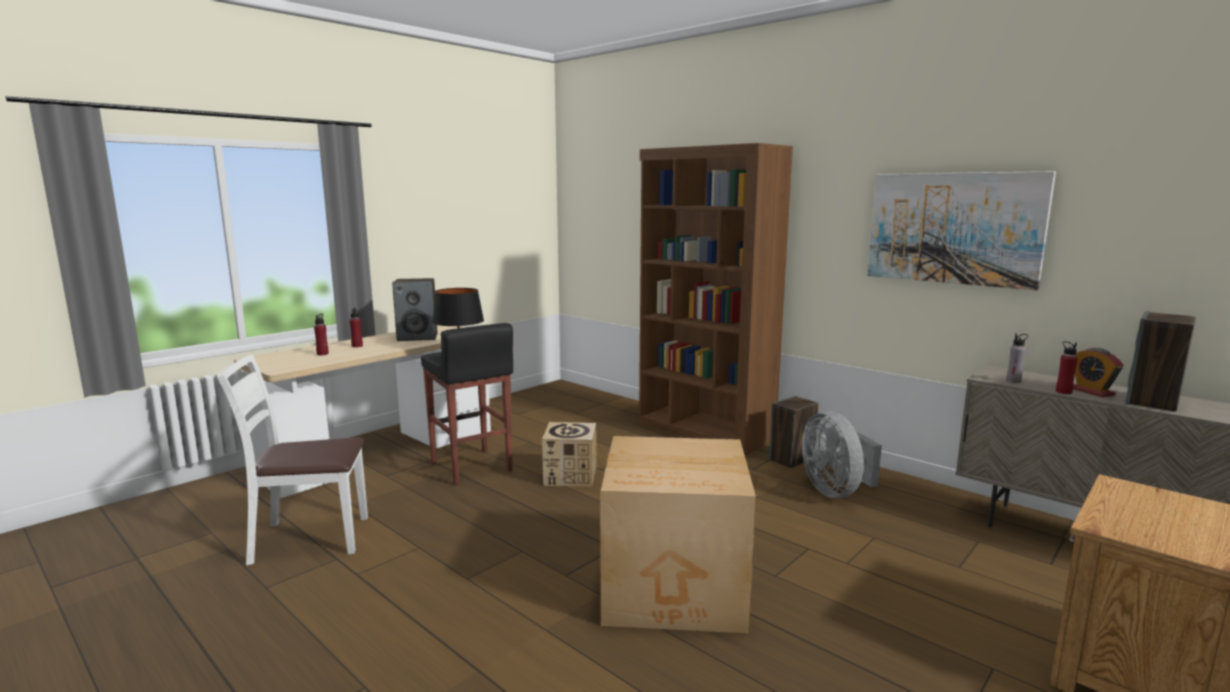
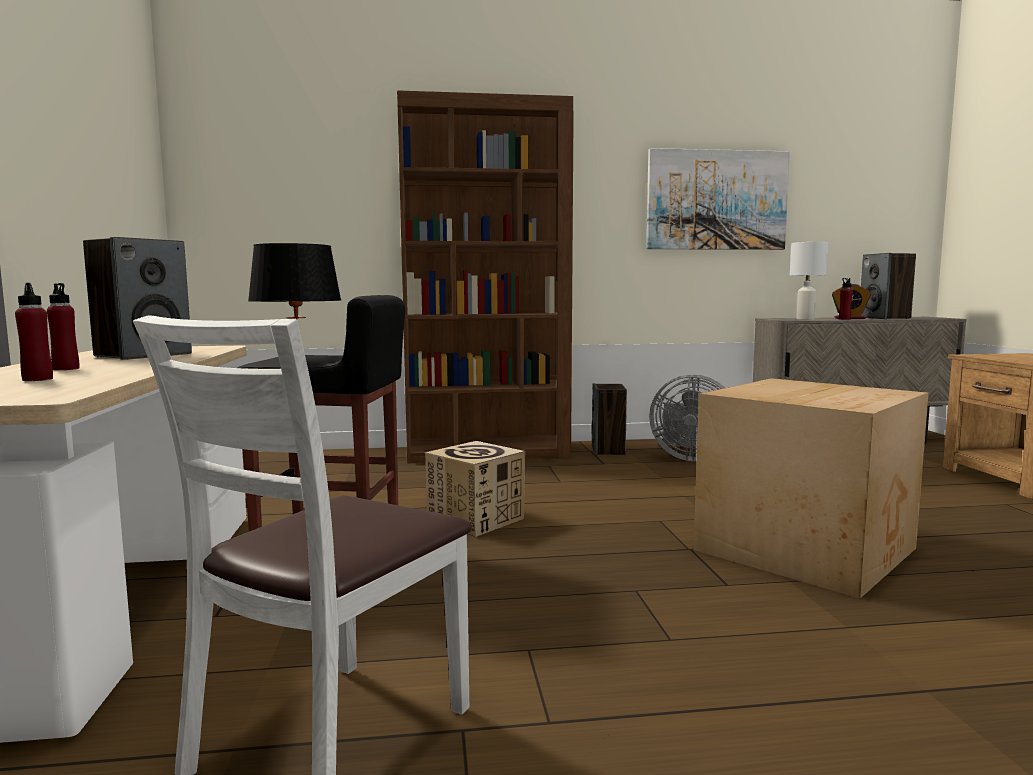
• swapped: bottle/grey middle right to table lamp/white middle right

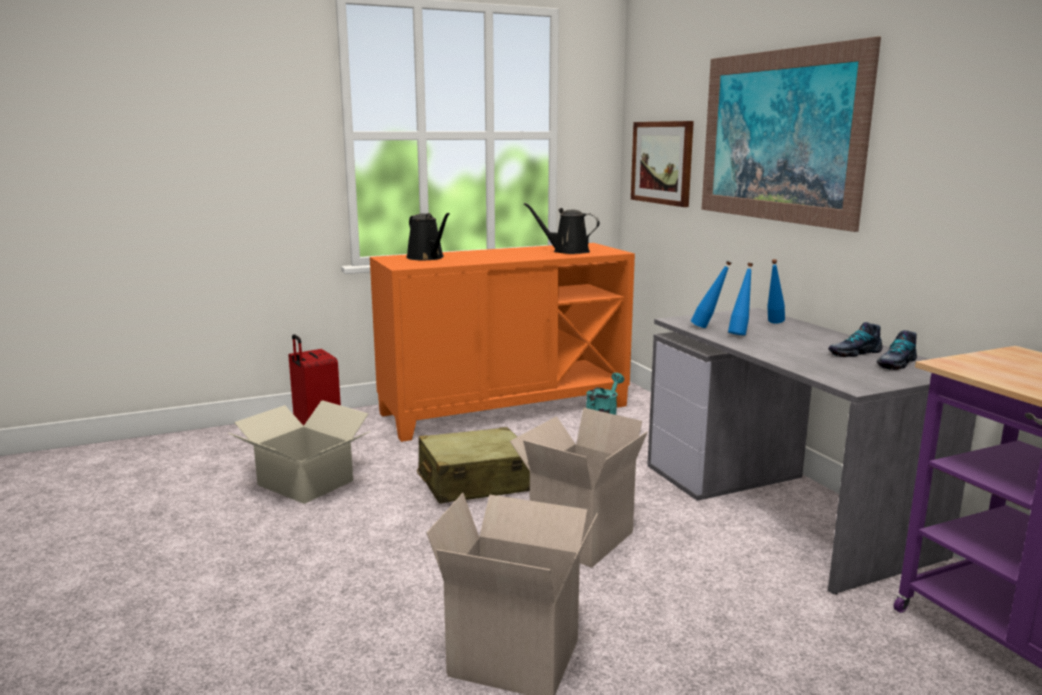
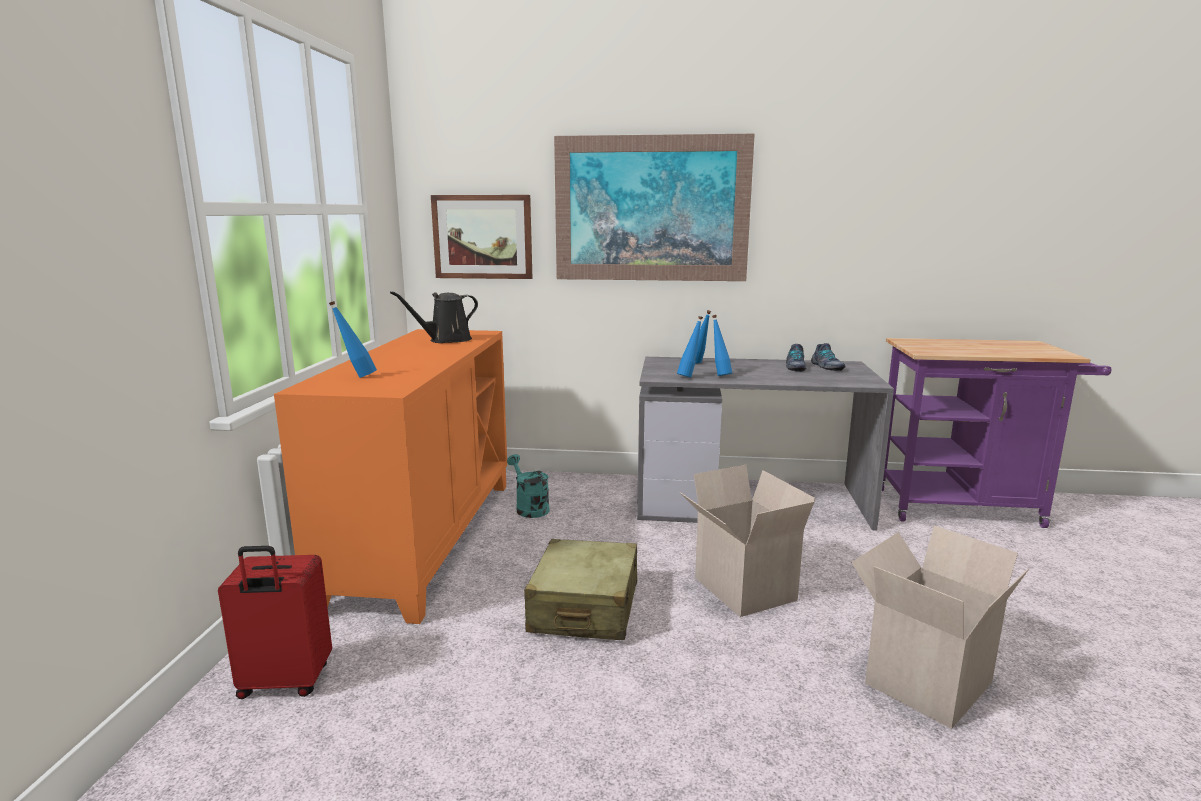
• swapped: watering can/black (no. 1 from left) centre to bottle/blue (no. 1 from left) middle left
• gone: cardboard box (no. 1 from left) middle left

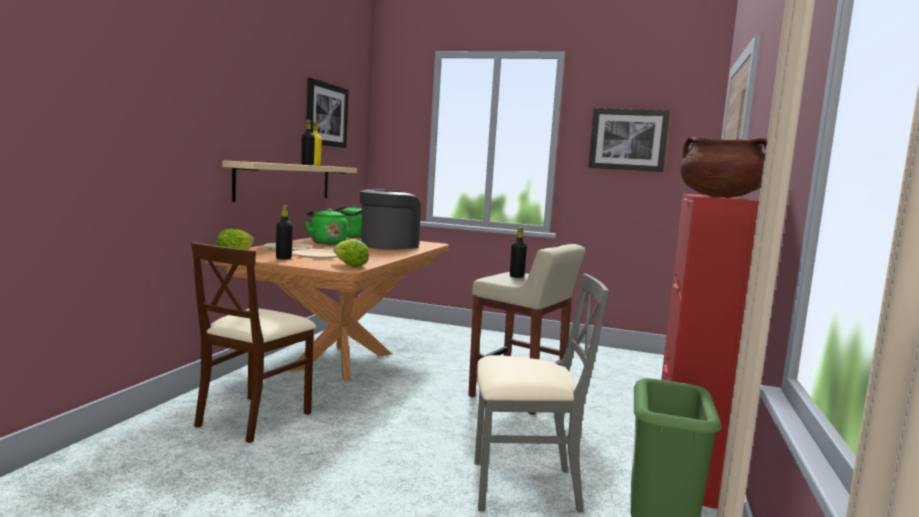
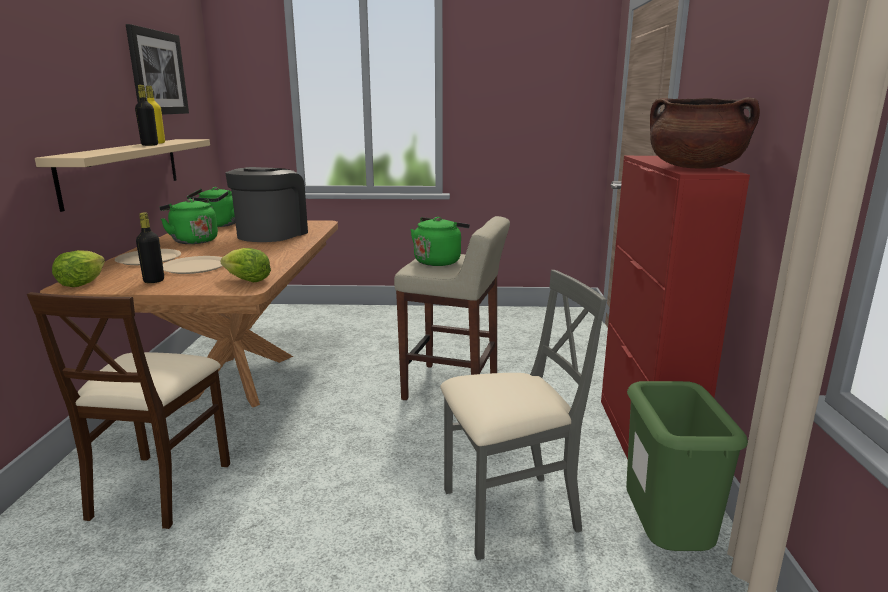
• swapped: bottle/black (no. 3 from left) centre to kettle/green (no. 3 from left) centre
• gone: picture (no. 2 from left) top right

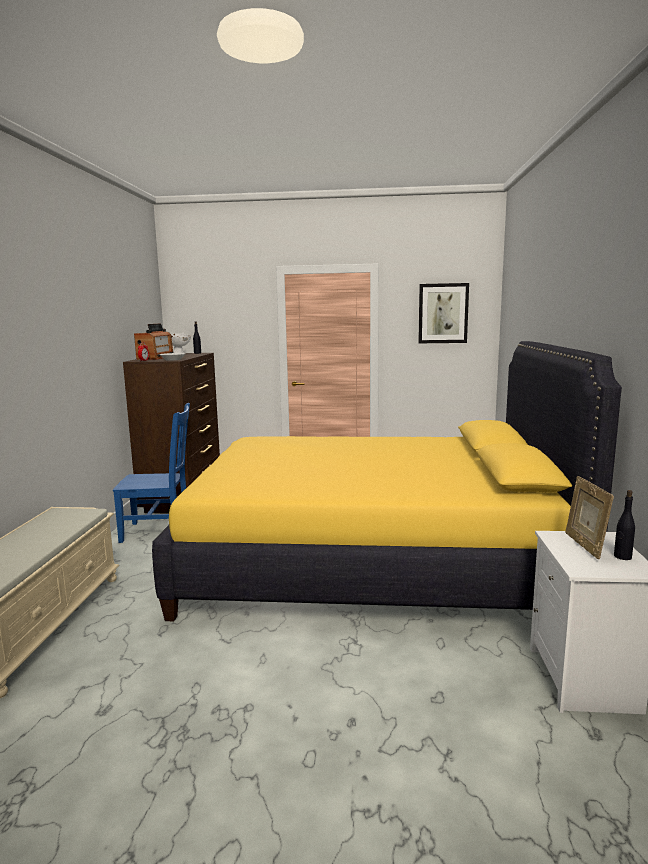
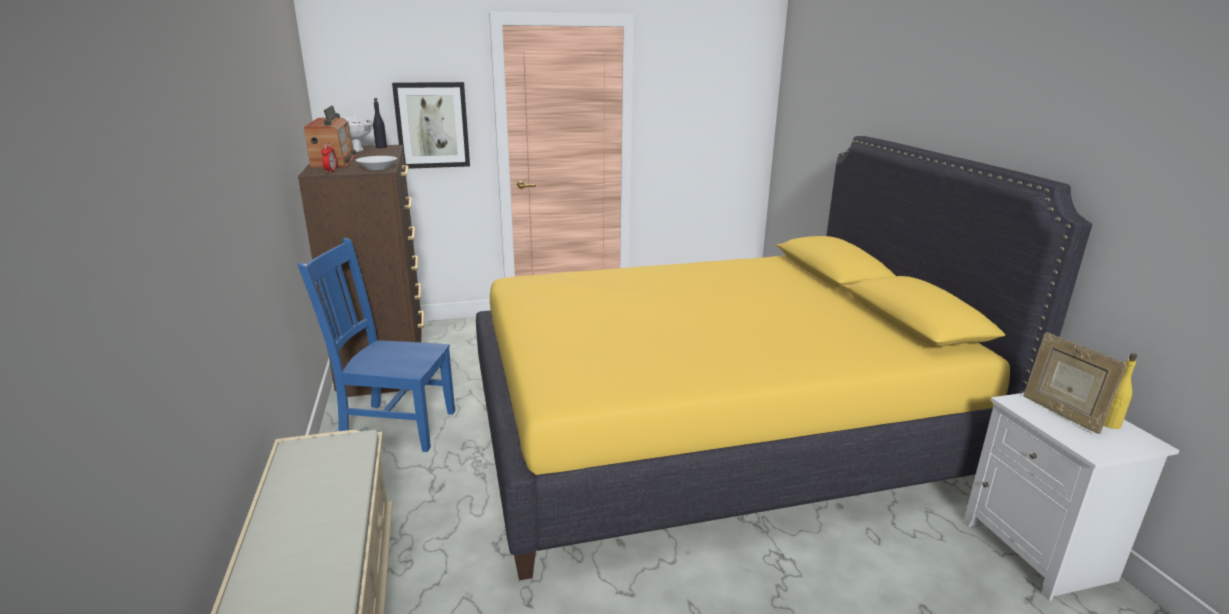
• rotated: chair/blue middle left = middle left 150 degrees counterclockwise
• shifted: picture middle right to top centre
• repainted: bottle/black (no. 2 from left) middle right to bottle/yellow middle right

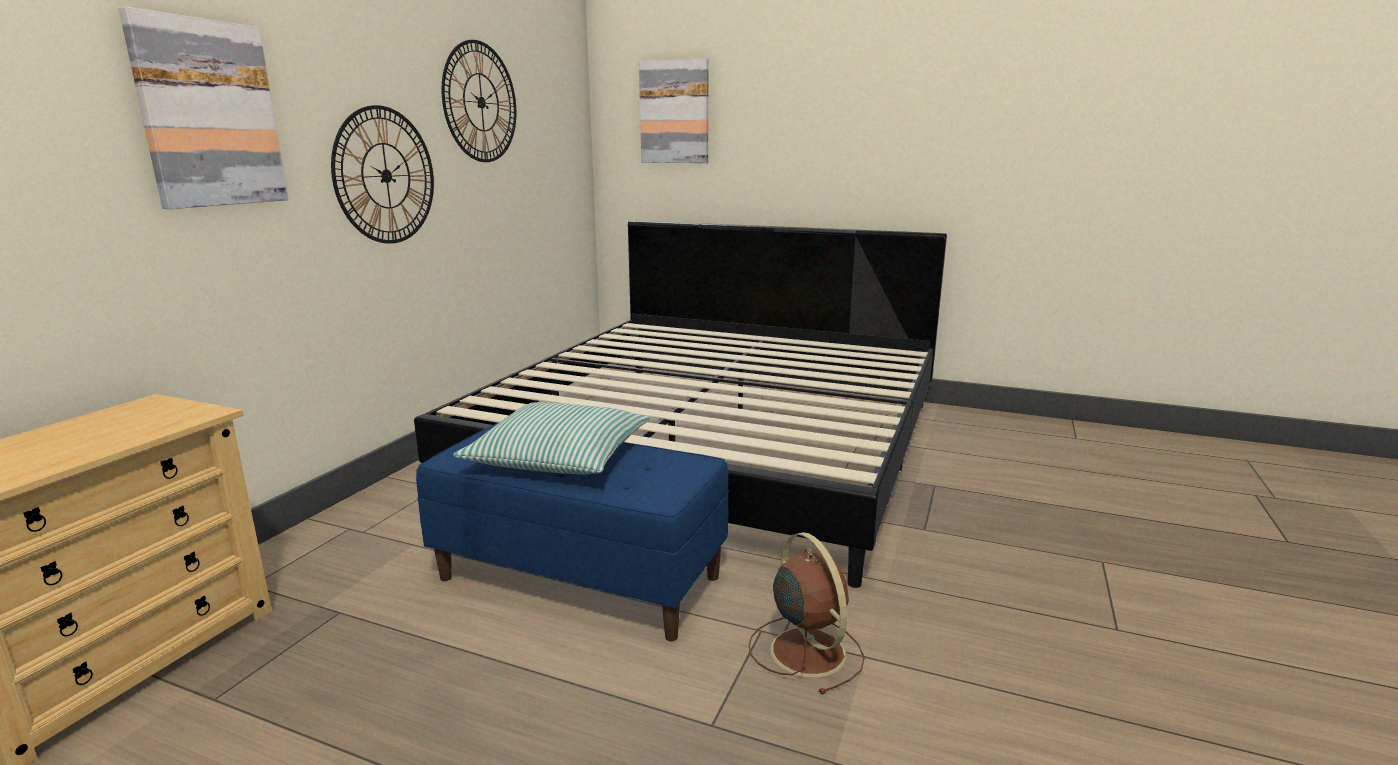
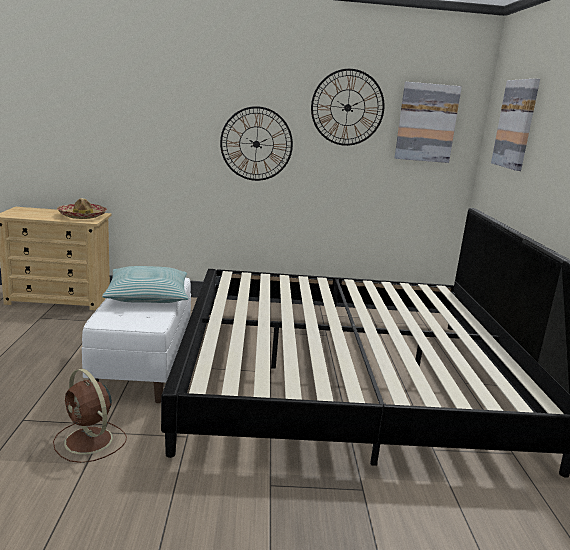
• rotated: fan/brown bottom centre = bottom left 90 degrees clockwise
• new: hat middle left
• repainted: bench/blue bottom centre to bench/white middle left
• shifted: picture (no. 1 from left) top left to top right

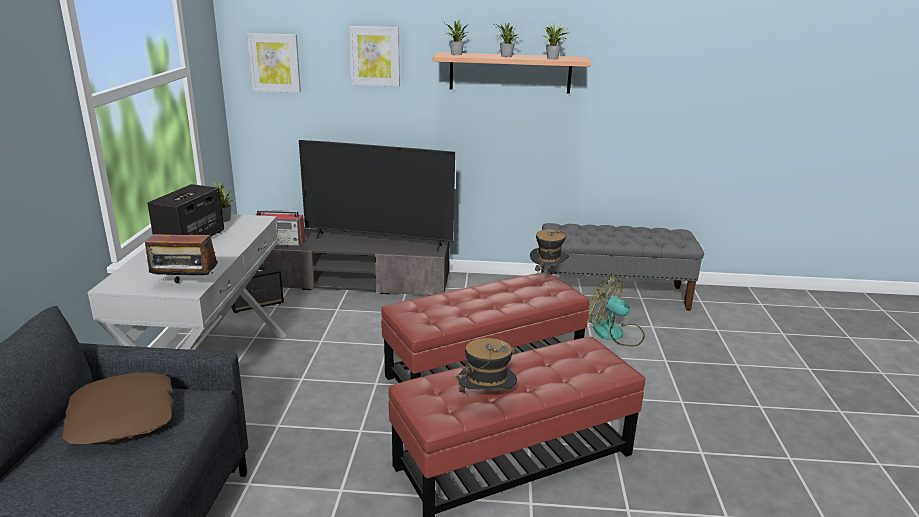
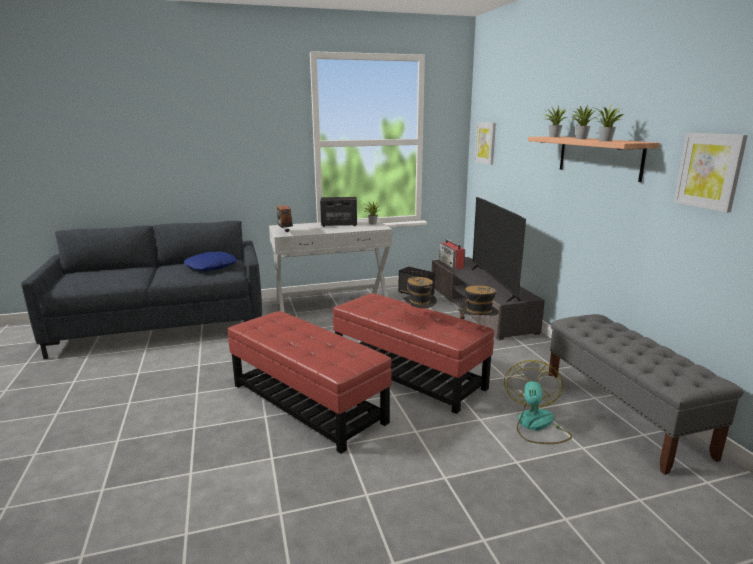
• repainted: pillow/brown bottom left to pillow/blue middle left
• shifted: hat (no. 1 from left) bottom centre to centre
• shifted: picture (no. 2 from left) top centre to top right

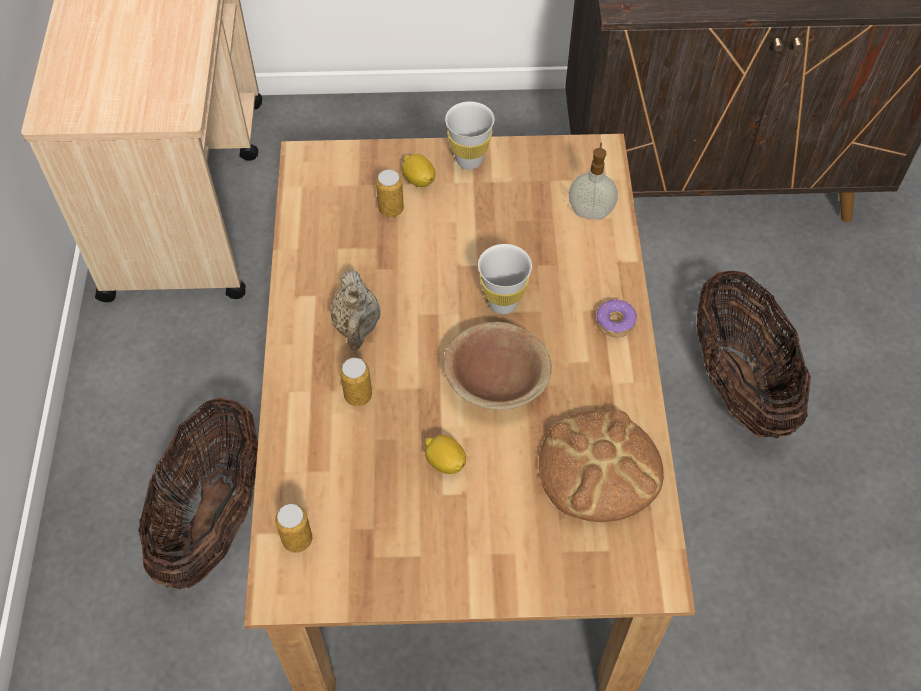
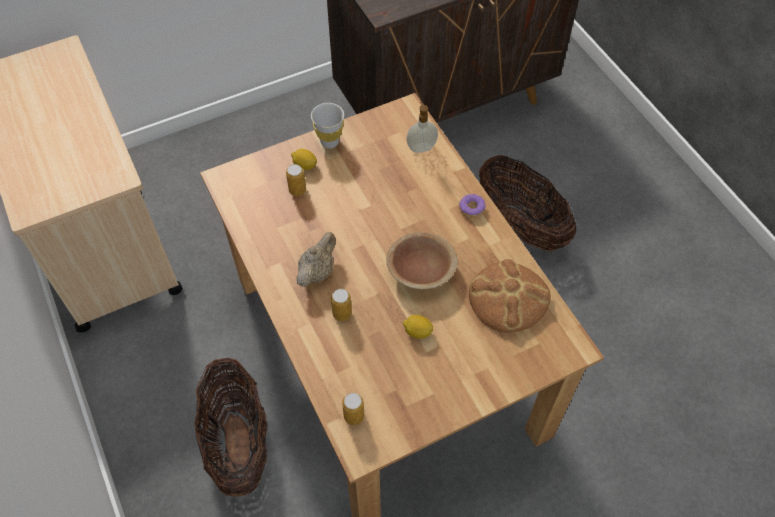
• rotated: teapot/beige centre = centre 120 degrees counterclockwise
• gone: cup/white (no. 2 from left) centre

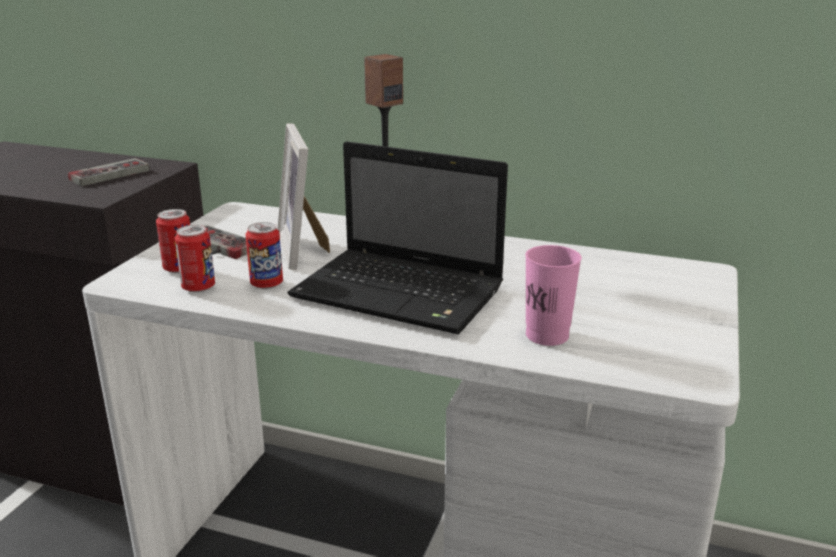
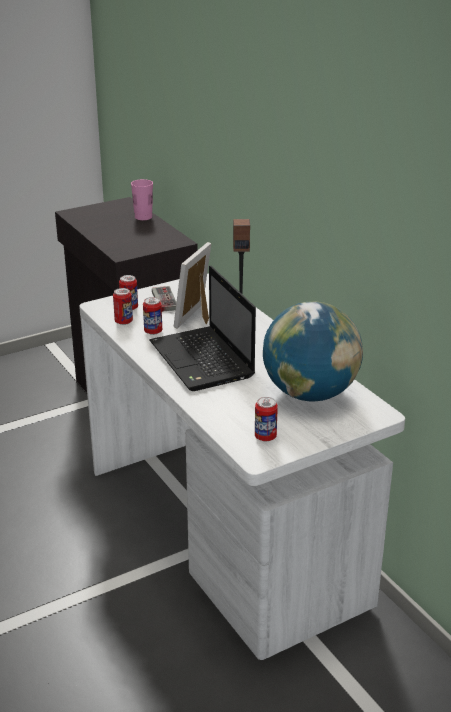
• shifted: cup/pink centre to top left
• new: can (no. 4 from left) centre
• new: globe middle right
• gone: game controller (no. 1 from left) top left

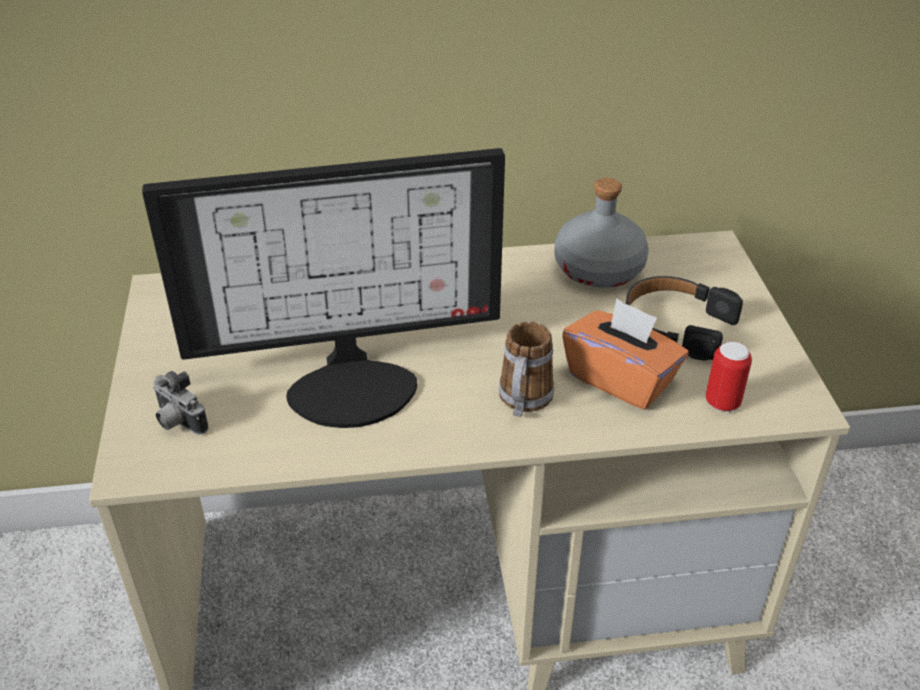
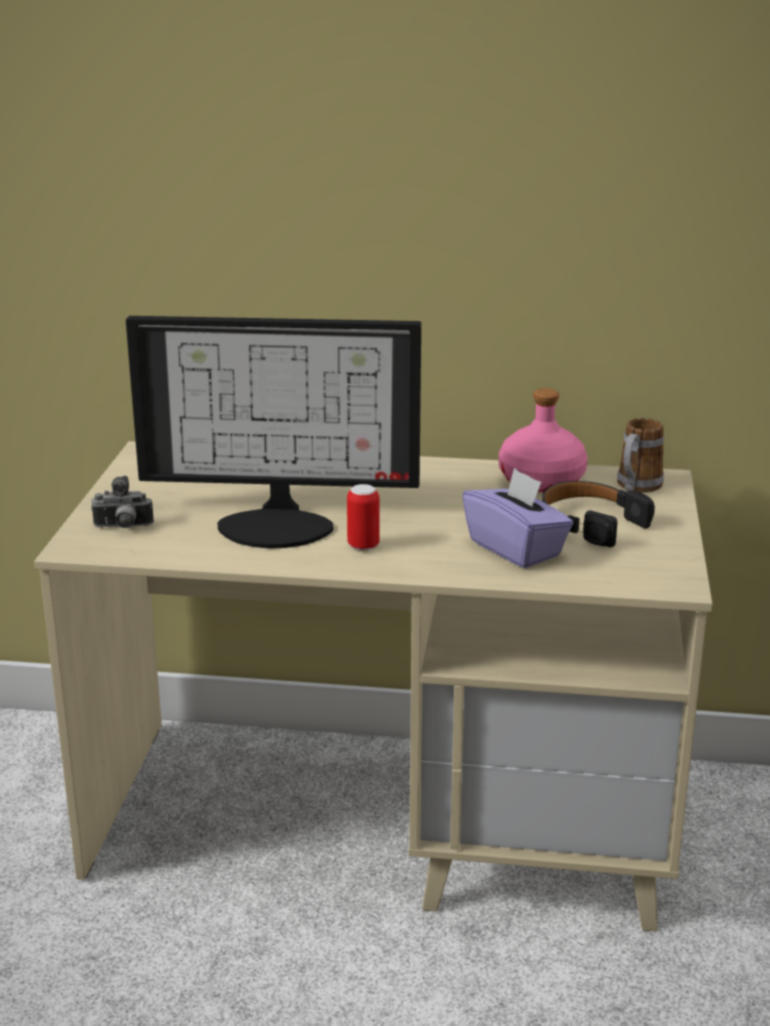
• rotated: photo camera middle left = middle left 60 degrees counterclockwise
• shifted: can middle right to centre
• repainted: tissue box/orange middle right to tissue box/purple middle right
• repainted: bottle/grey centre to bottle/pink middle right
• shifted: mug centre to middle right

